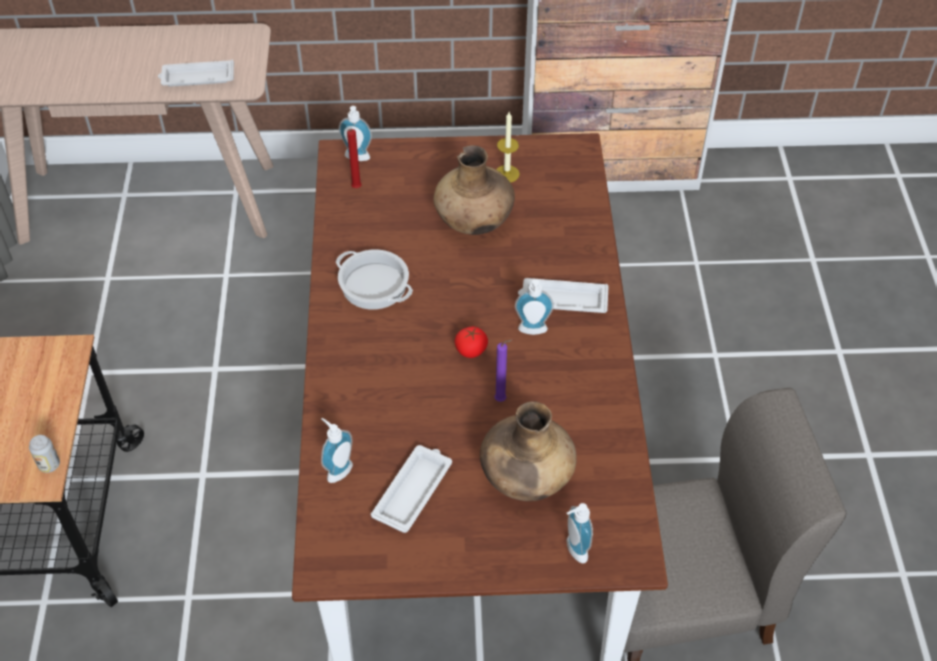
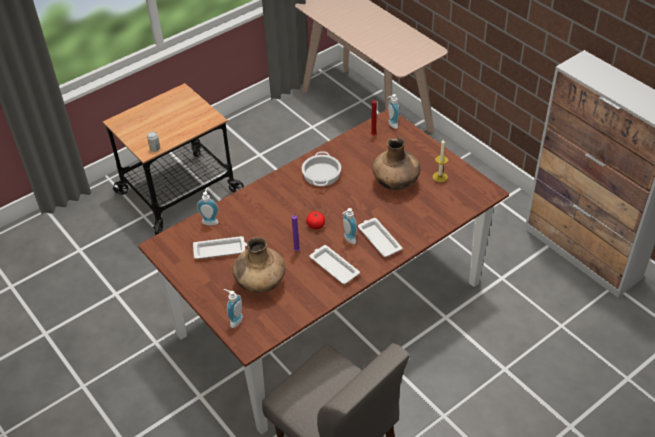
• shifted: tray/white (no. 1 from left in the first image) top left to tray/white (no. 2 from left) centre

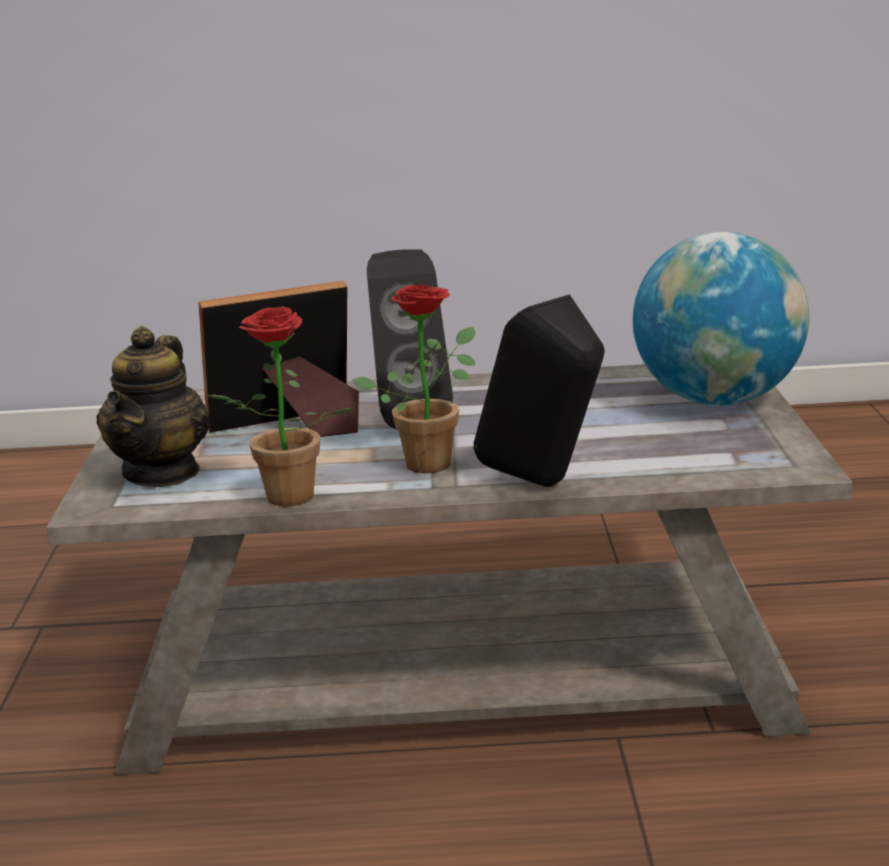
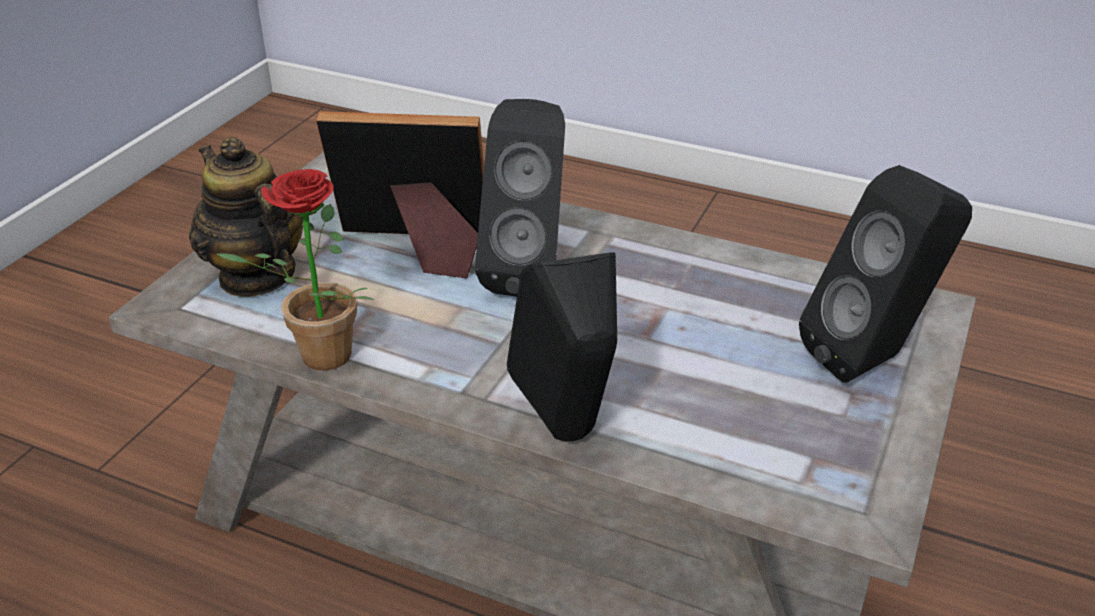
• rotated: teapot middle left = middle left 105 degrees clockwise
• swapped: globe middle right to speaker/black (no. 3 from left) middle right
• gone: potted plant (no. 2 from left) centre

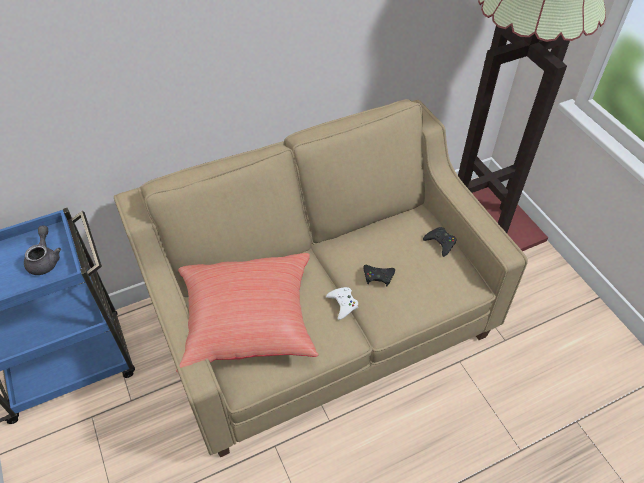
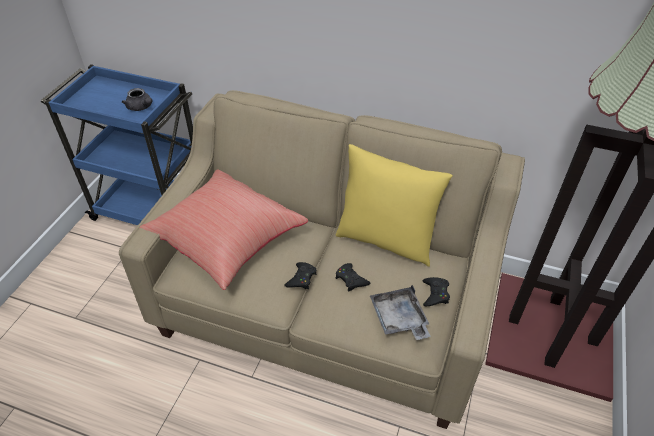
• rotated: teapot/grey middle left = top left 90 degrees clockwise
• repainted: game controller/white centre to game controller/black (no. 1 from left) centre
• new: pillow/yellow centre
• new: tray/grey bottom centre

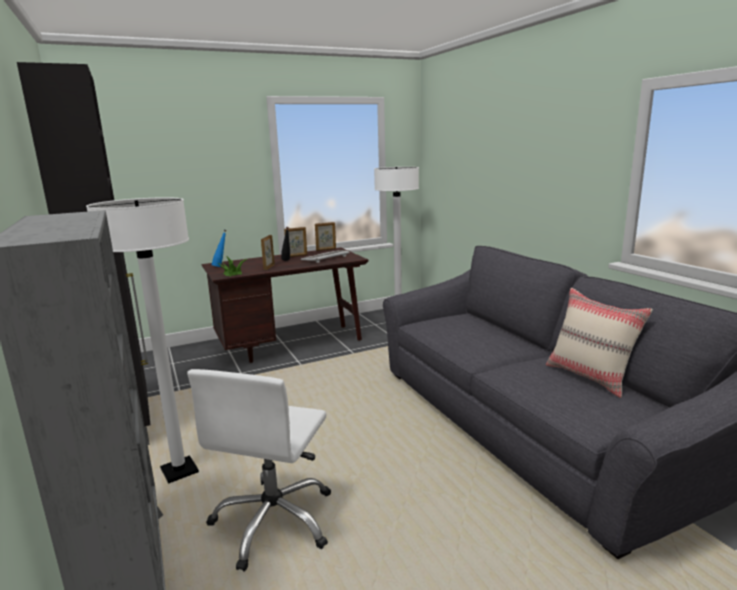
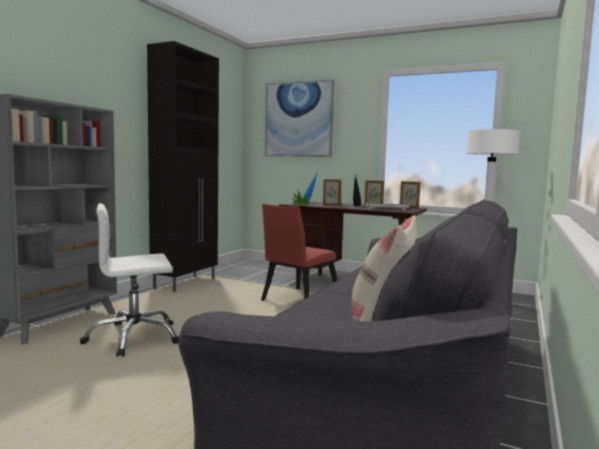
• new: chair/red centre
• new: picture top centre
• gone: floor lamp/white (no. 1 from left) middle left

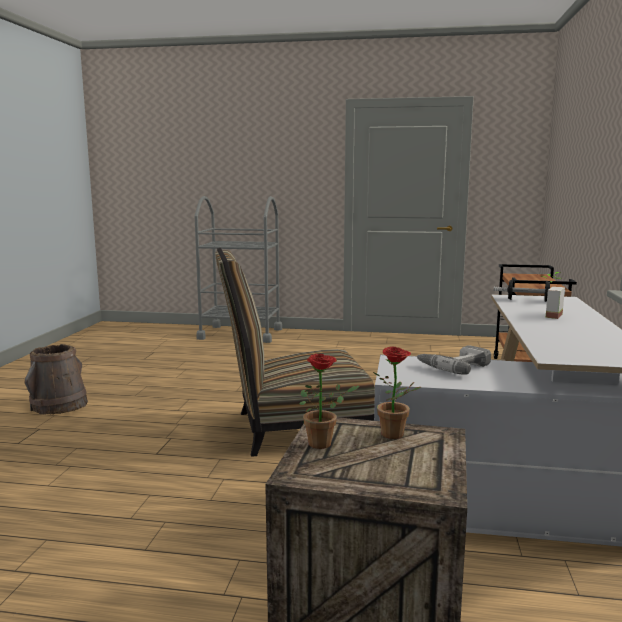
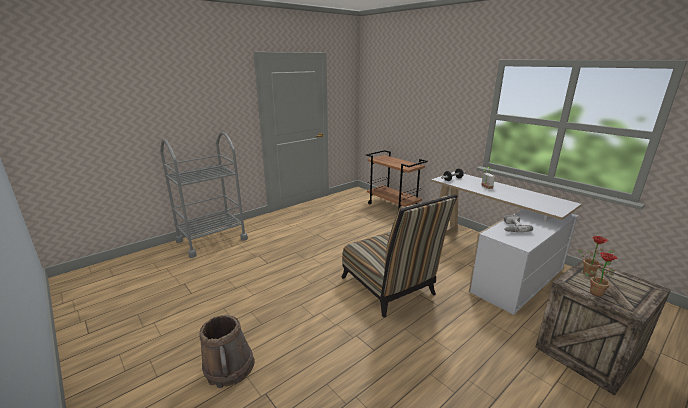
• rotated: chair centre = centre 60 degrees counterclockwise

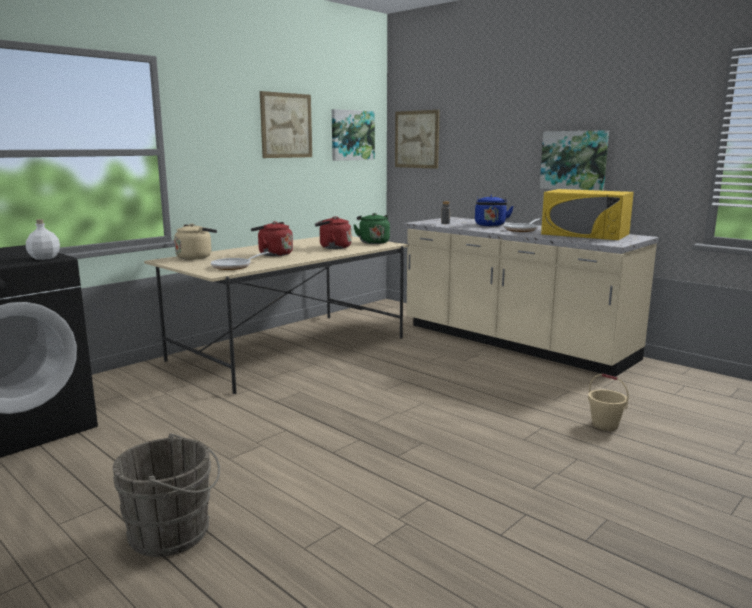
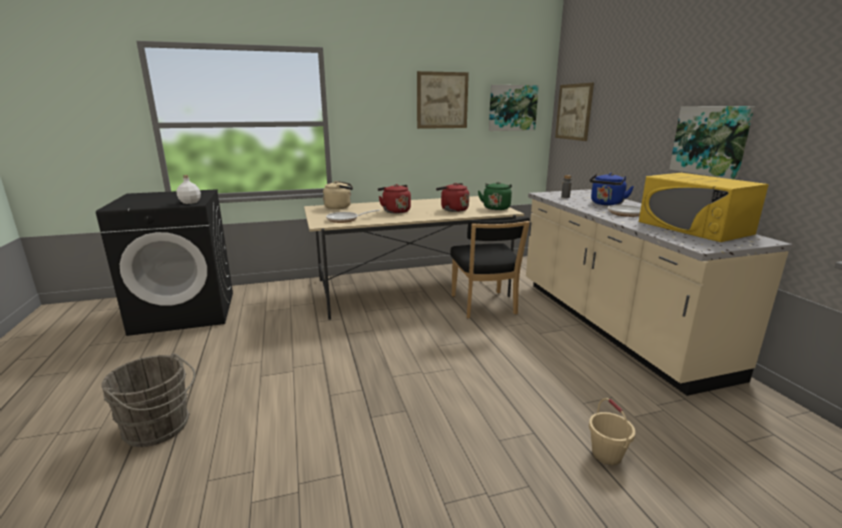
• new: chair/black centre

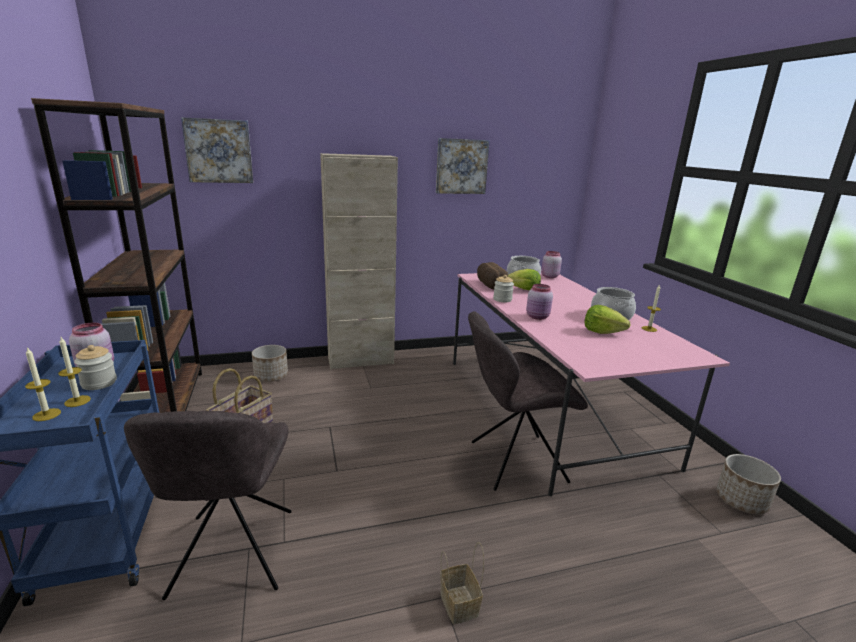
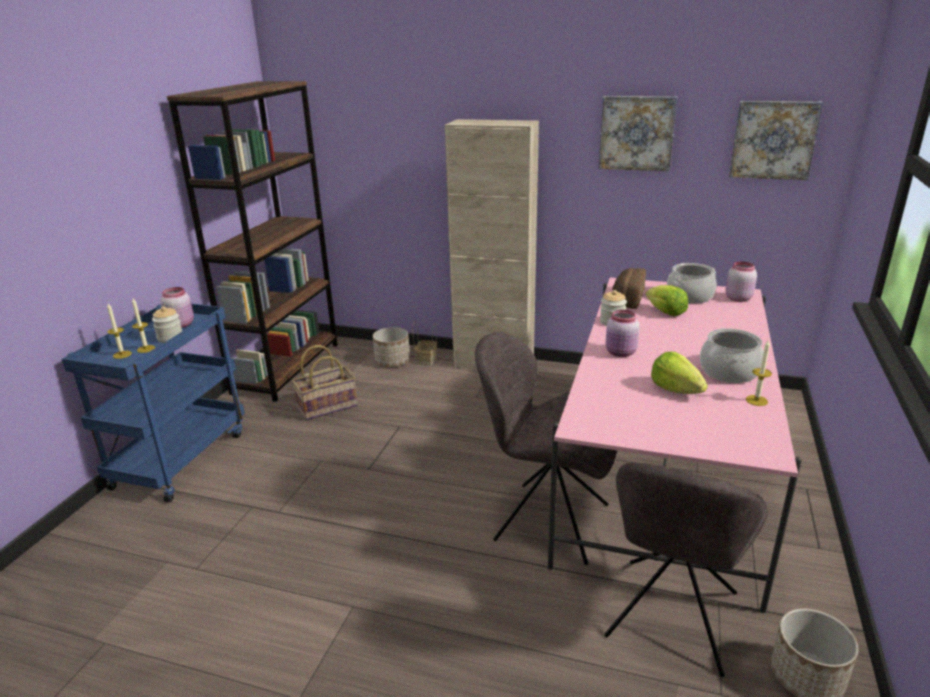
• shifted: basket (no. 2 from left) bottom centre to centre
• shifted: chair/grey (no. 1 from left in the first image) bottom left to chair/grey (no. 2 from left) bottom right
• shifted: picture (no. 1 from left in the first image) top left to picture (no. 2 from left) top right

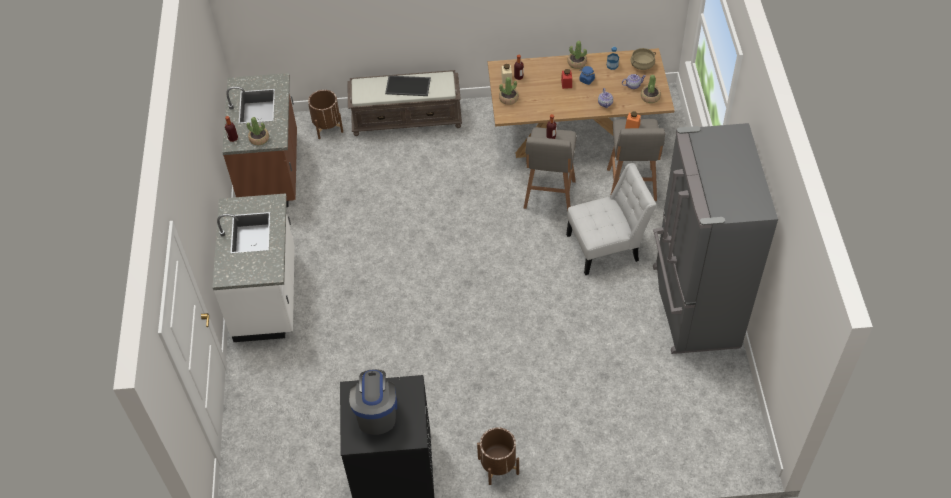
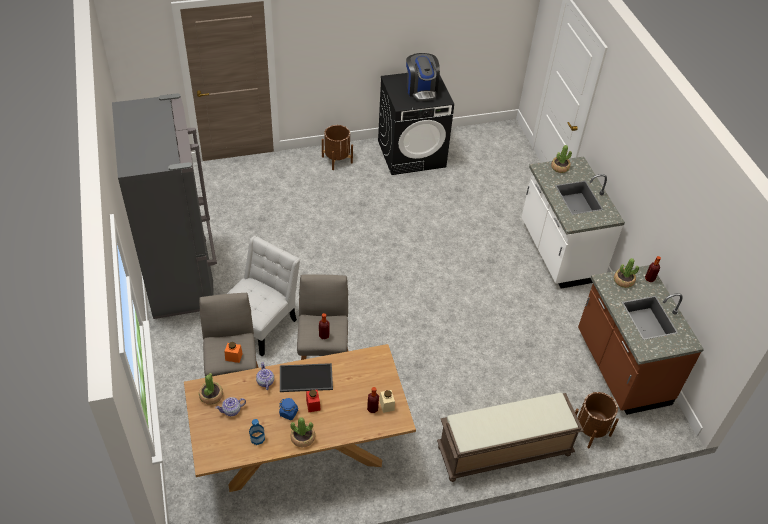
• rotated: chair/white centre = centre 150 degrees clockwise
• shifted: tray top centre to bottom centre
• shifted: potted plant (no. 2 from left in the first image) top centre to potted plant (no. 3 from left) top right
• gone: cooking pot/beige top right

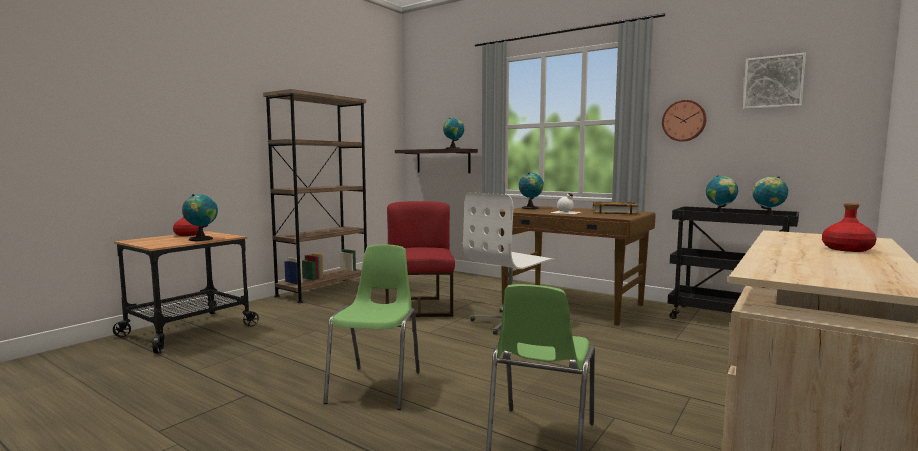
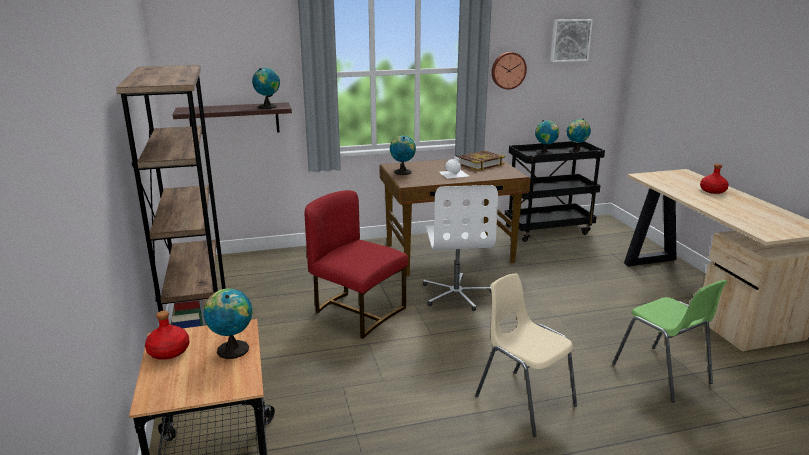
• repainted: chair/green (no. 1 from left) bottom centre to chair/beige bottom centre

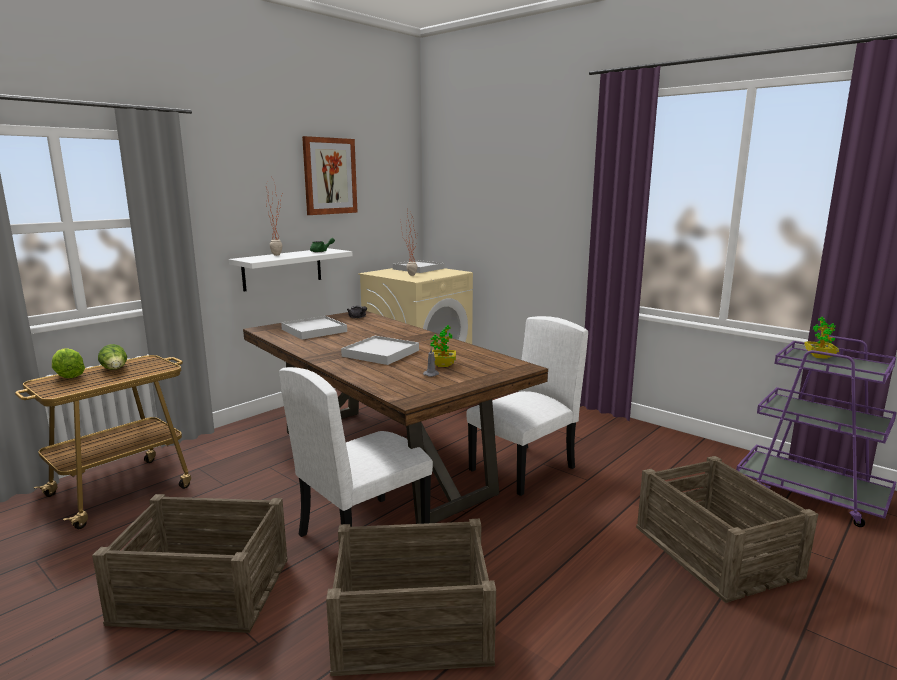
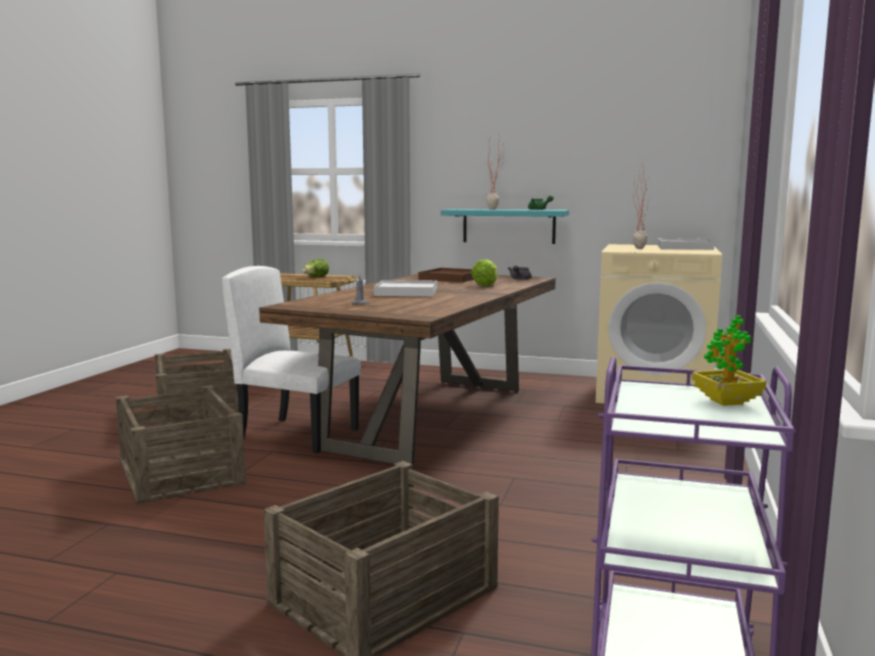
• repainted: tray/white (no. 1 from left) centre to tray/brown centre
• repainted: shelf/white middle left to shelf/turquoise centre
• shifted: lettuce (no. 1 from left in the first image) middle left to lettuce (no. 2 from left) centre
• gone: picture top centre
• gone: potted plant (no. 3 from left) centre
• gone: chair/white (no. 2 from left) centre

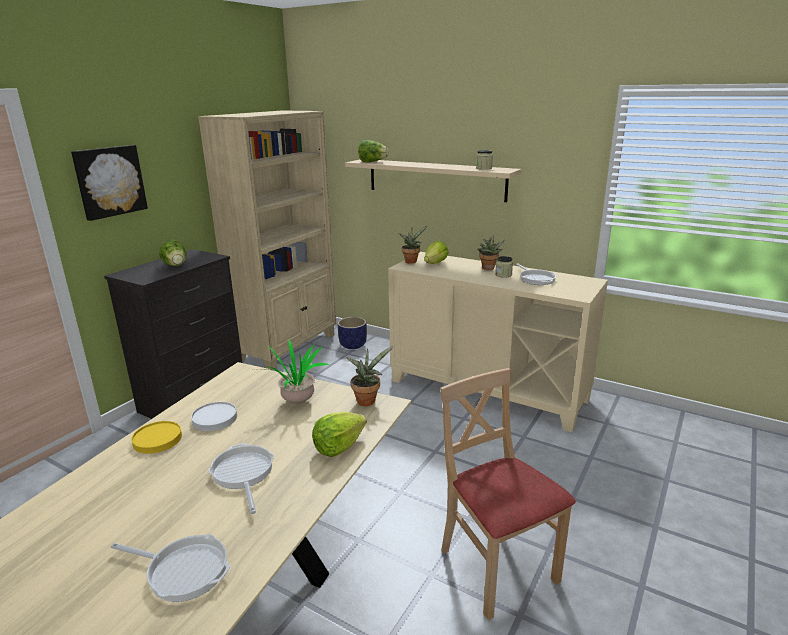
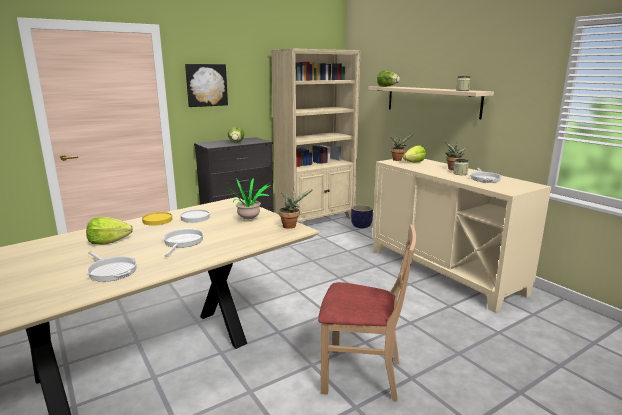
• shifted: lettuce (no. 2 from left in the first image) bottom centre to lettuce (no. 1 from left) middle left
• rotated: chair/beige bottom centre = bottom centre 105 degrees clockwise

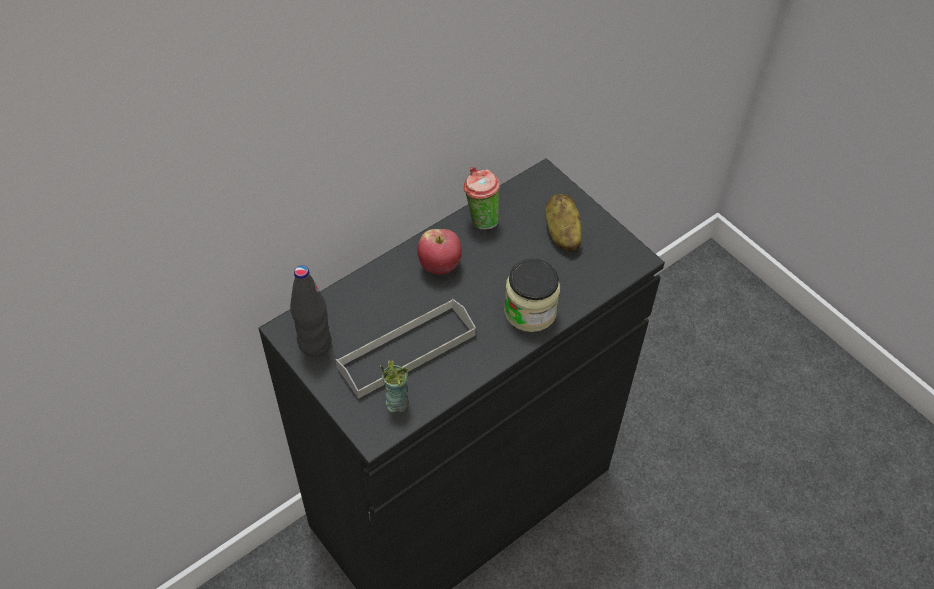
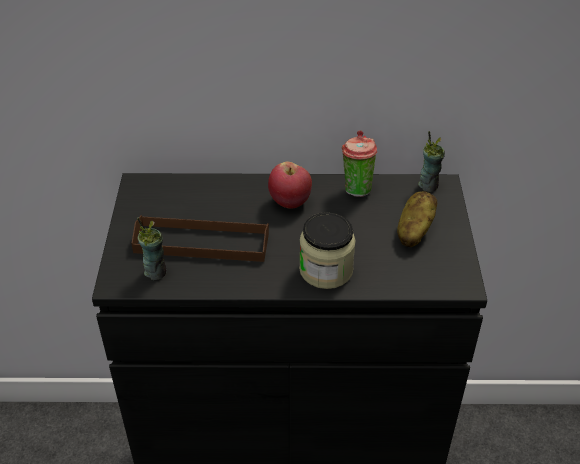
• repainted: tray/grey centre to tray/brown centre
• new: cup (no. 3 from left) middle right
• gone: bottle/black middle left

